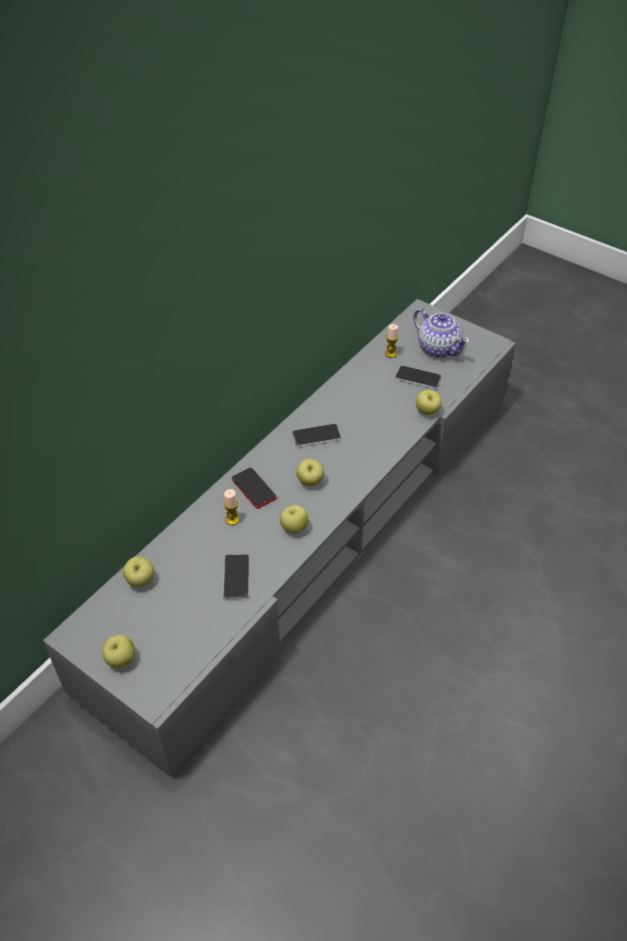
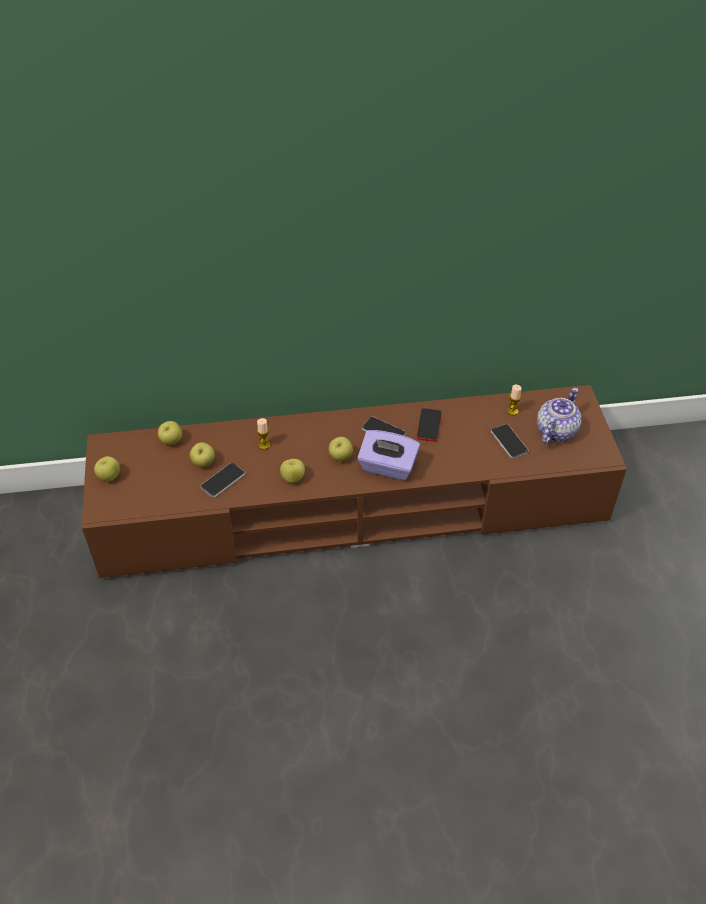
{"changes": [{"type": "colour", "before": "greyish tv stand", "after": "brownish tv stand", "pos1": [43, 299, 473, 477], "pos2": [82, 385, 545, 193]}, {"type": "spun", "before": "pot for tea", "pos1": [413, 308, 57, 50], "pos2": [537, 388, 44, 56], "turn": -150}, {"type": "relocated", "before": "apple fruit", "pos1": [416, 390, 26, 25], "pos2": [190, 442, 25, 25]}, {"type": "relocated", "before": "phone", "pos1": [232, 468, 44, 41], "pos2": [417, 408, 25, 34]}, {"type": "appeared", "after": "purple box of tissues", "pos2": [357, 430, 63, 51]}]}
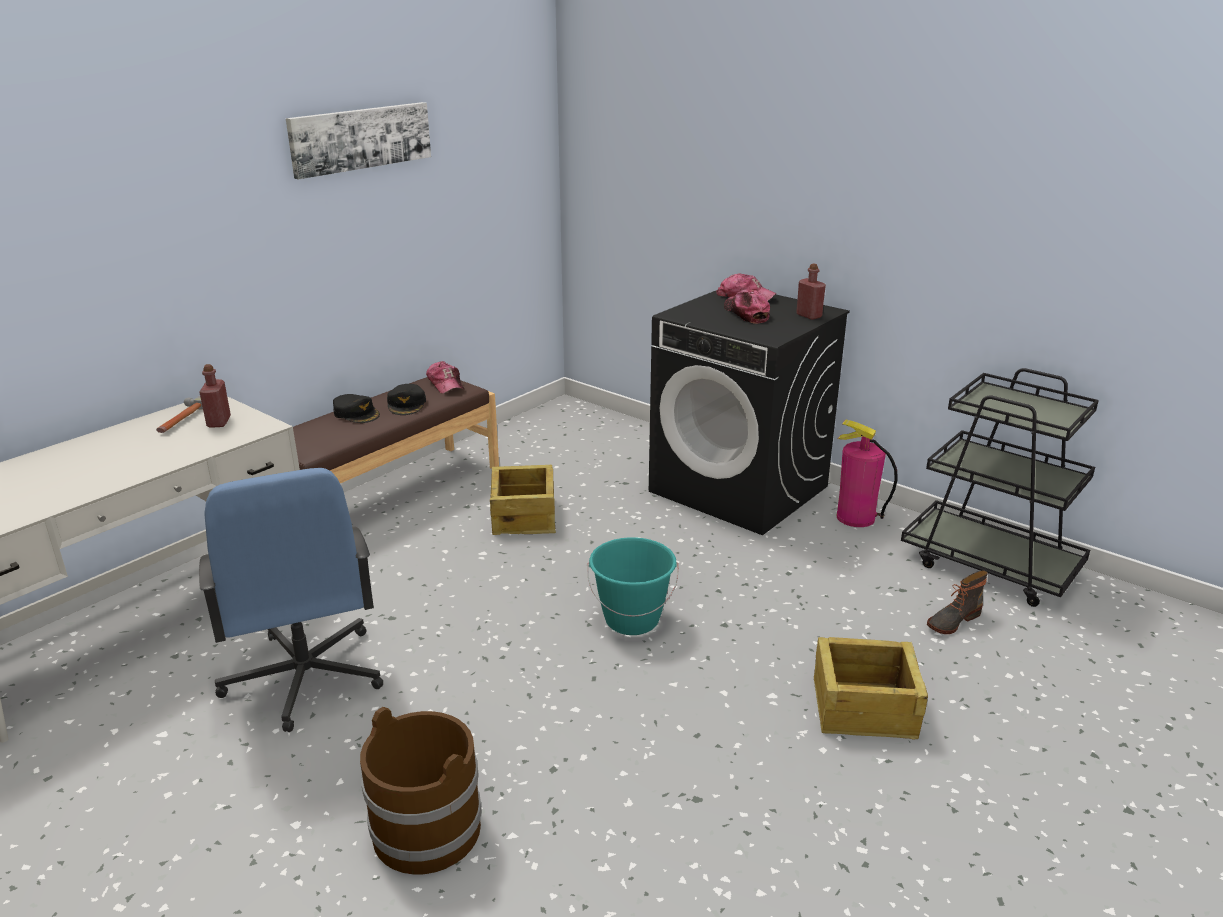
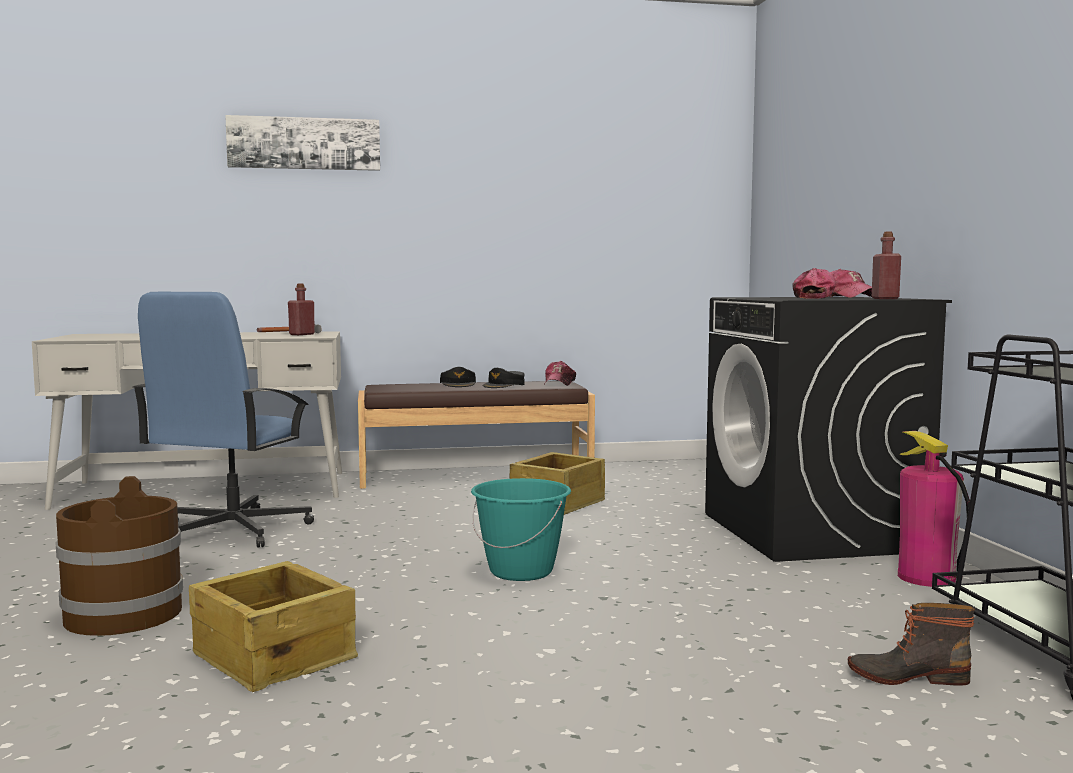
{"changes": [{"type": "relocated", "before": "picture", "pos1": [286, 102, 145, 78], "pos2": [225, 115, 155, 56]}, {"type": "relocated", "before": "packing crate", "pos1": [814, 637, 114, 102], "pos2": [189, 561, 169, 131]}]}
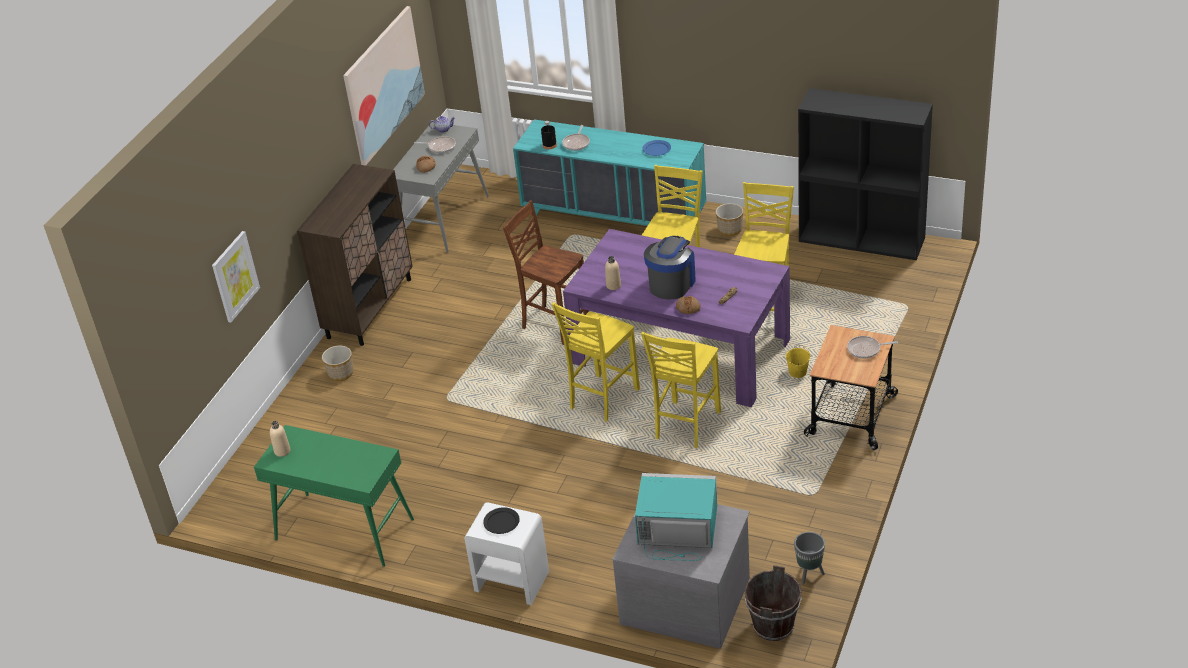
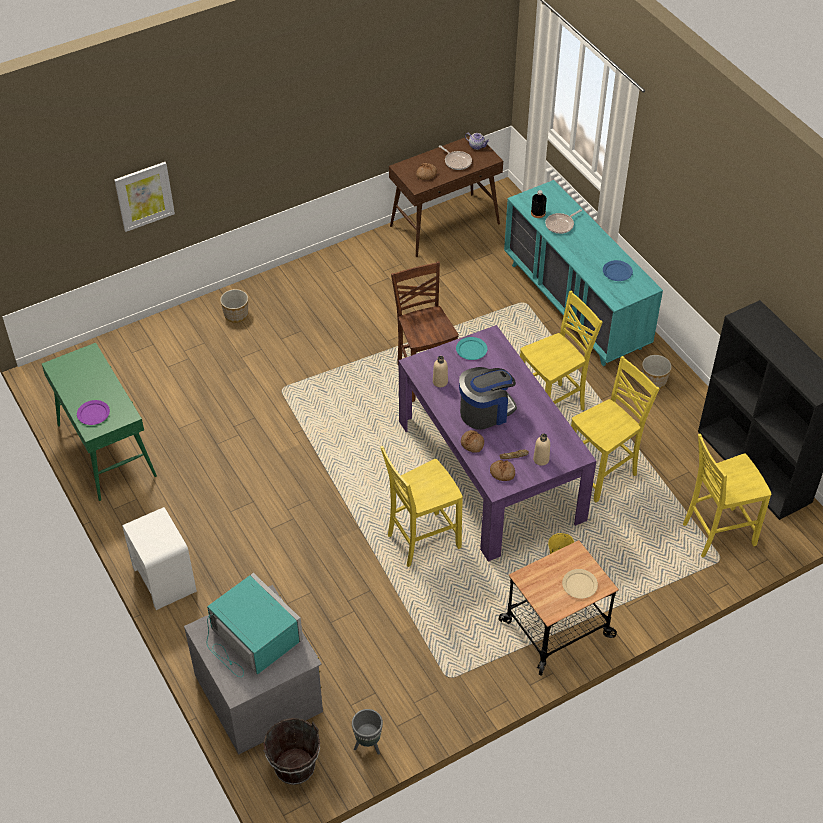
{"changes": [{"type": "missing", "before": "picture", "pos1": [343, 6, 82, 160]}, {"type": "colour", "before": "greyish narrow table", "after": "brownish narrow table", "pos1": [393, 122, 96, 131], "pos2": [389, 136, 114, 121]}, {"type": "missing", "before": "brownish cupboard", "pos1": [297, 164, 116, 182]}, {"type": "relocated", "before": "yellowish upright chair", "pos1": [552, 302, 88, 120], "pos2": [683, 434, 88, 124]}, {"type": "exchanged", "before": "frying pan", "after": "sand-coloured dinner plate", "pos1": [847, 336, 51, 23], "pos2": [562, 569, 36, 30]}, {"type": "relocated", "before": "sand-coloured drink bottle", "pos1": [270, 421, 20, 36], "pos2": [533, 434, 17, 32]}, {"type": "missing", "before": "blackish dinner plate", "pos1": [483, 507, 37, 27]}, {"type": "appeared", "after": "turquoise-coloured dinner plate", "pos2": [456, 337, 31, 23]}, {"type": "appeared", "after": "purple dinner plate", "pos2": [77, 400, 33, 25]}, {"type": "appeared", "after": "baked bread", "pos2": [490, 460, 26, 21]}]}
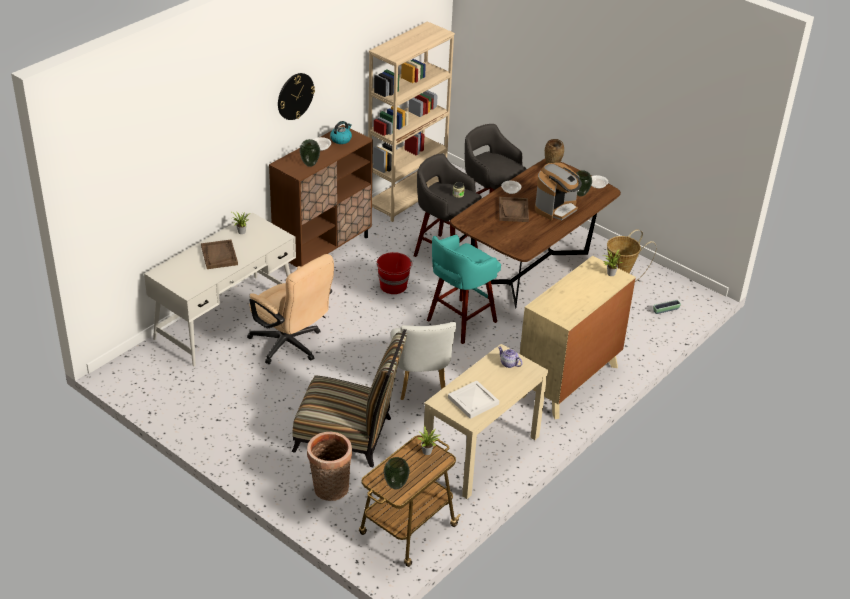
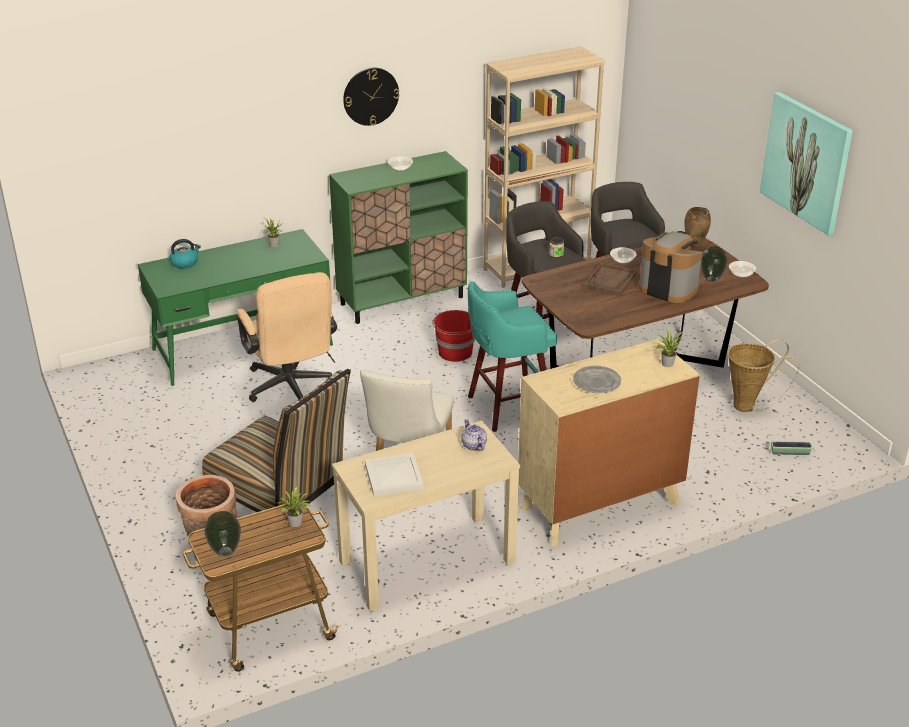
{"changes": [{"type": "relocated", "before": "water kettle", "pos1": [330, 121, 22, 23], "pos2": [169, 239, 32, 30]}, {"type": "colour", "before": "brownish cupboard", "after": "green cupboard", "pos1": [269, 125, 104, 142], "pos2": [329, 151, 139, 173]}, {"type": "missing", "before": "decorative vase", "pos1": [299, 139, 21, 28]}, {"type": "spun", "before": "coffee maker", "pos1": [535, 163, 47, 57], "pos2": [639, 231, 64, 72], "turn": -120}, {"type": "colour", "before": "white desk", "after": "green desk", "pos1": [144, 213, 152, 154], "pos2": [138, 229, 195, 157]}, {"type": "missing", "before": "brownish carrying tray", "pos1": [201, 239, 37, 30]}, {"type": "appeared", "after": "picture", "pos2": [760, 92, 93, 144]}, {"type": "appeared", "after": "greyish dinner plate", "pos2": [573, 366, 48, 27]}]}
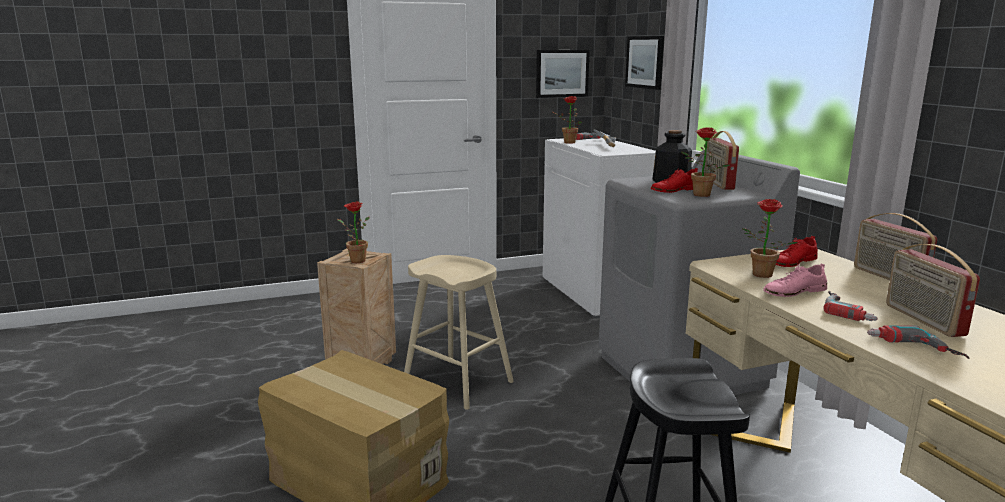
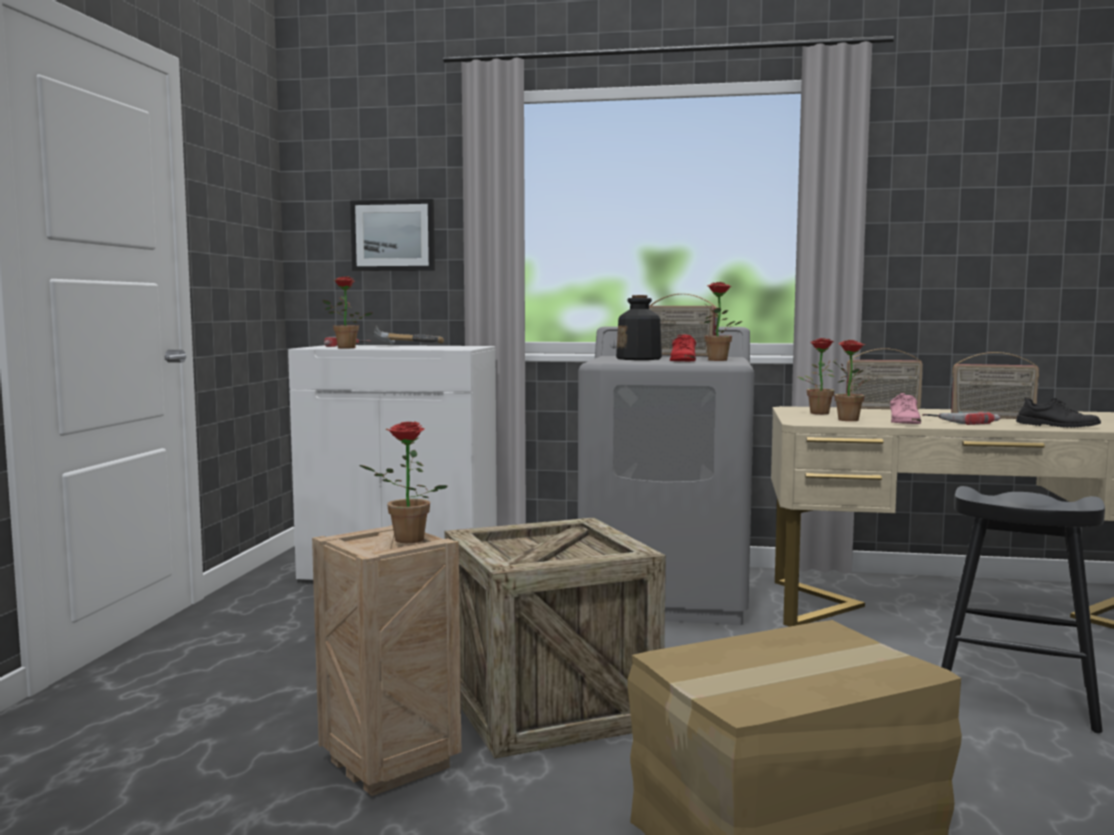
{"changes": [{"type": "missing", "before": "picture", "pos1": [536, 50, 54, 48]}, {"type": "exchanged", "before": "red-coloured low shoe", "after": "potted plant", "pos1": [776, 236, 42, 31], "pos2": [798, 338, 39, 76]}, {"type": "exchanged", "before": "sand-coloured sitting stool", "after": "packing crate", "pos1": [404, 255, 110, 155], "pos2": [444, 518, 222, 241]}, {"type": "exchanged", "before": "drill", "after": "blackish low shoe", "pos1": [867, 325, 102, 34], "pos2": [1016, 397, 85, 31]}]}
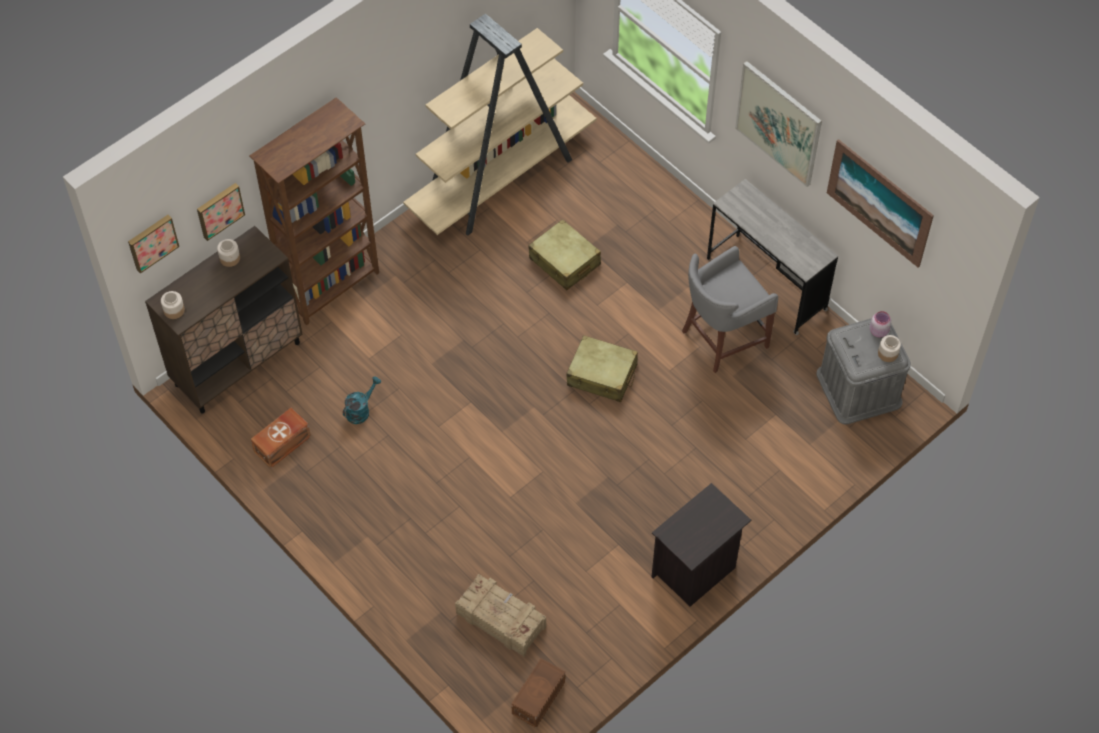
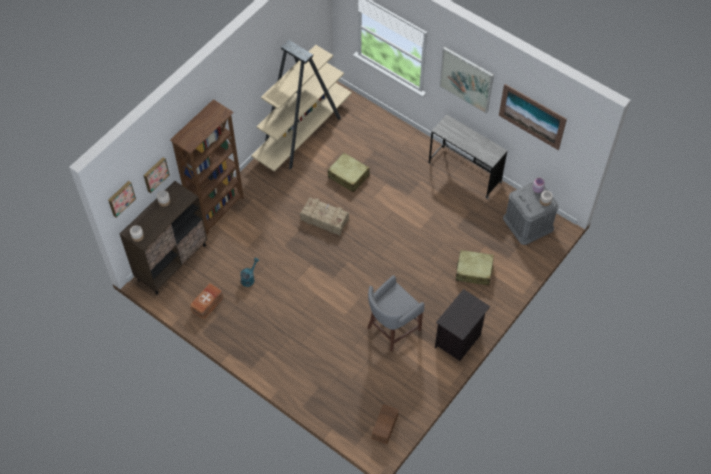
{"changes": [{"type": "relocated", "before": "greyish sitting stool", "pos1": [682, 246, 96, 127], "pos2": [367, 275, 58, 77]}, {"type": "relocated", "before": "sand-coloured suitcase", "pos1": [566, 335, 72, 67], "pos2": [456, 250, 38, 36]}, {"type": "relocated", "before": "packing crate", "pos1": [455, 574, 91, 83], "pos2": [300, 198, 49, 37]}]}
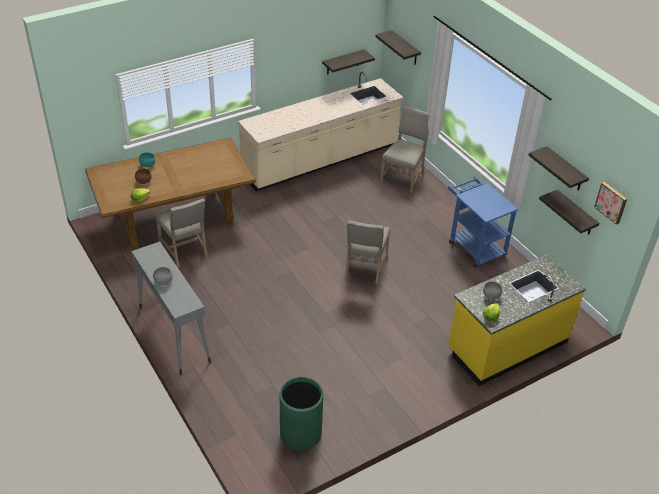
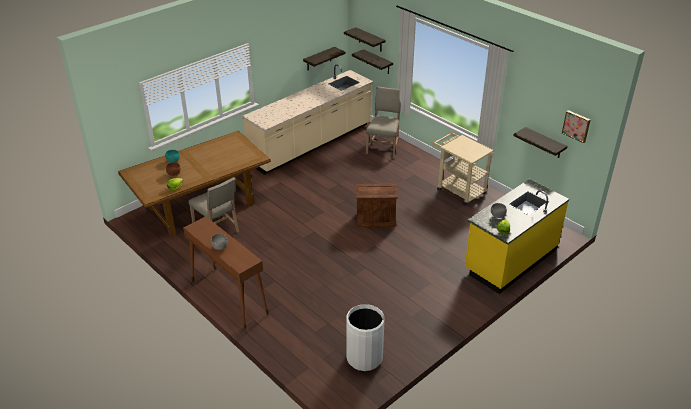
{"changes": [{"type": "relocated", "before": "bracket shelf", "pos1": [528, 146, 61, 45], "pos2": [352, 49, 41, 25]}, {"type": "colour", "before": "blue trolley", "after": "sand-coloured trolley", "pos1": [448, 177, 71, 91], "pos2": [432, 132, 62, 74]}, {"type": "exchanged", "before": "sand-coloured upright chair", "after": "packing crate", "pos1": [345, 220, 46, 64], "pos2": [356, 184, 42, 43]}, {"type": "colour", "before": "greyish narrow table", "after": "brownish narrow table", "pos1": [132, 242, 79, 133], "pos2": [183, 216, 85, 113]}, {"type": "colour", "before": "green trash can", "after": "white trash can", "pos1": [280, 377, 43, 74], "pos2": [346, 304, 39, 67]}]}
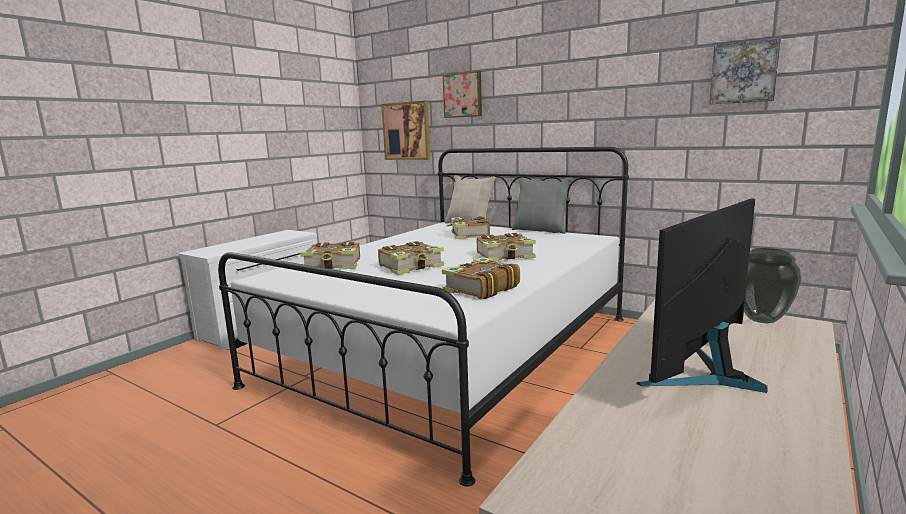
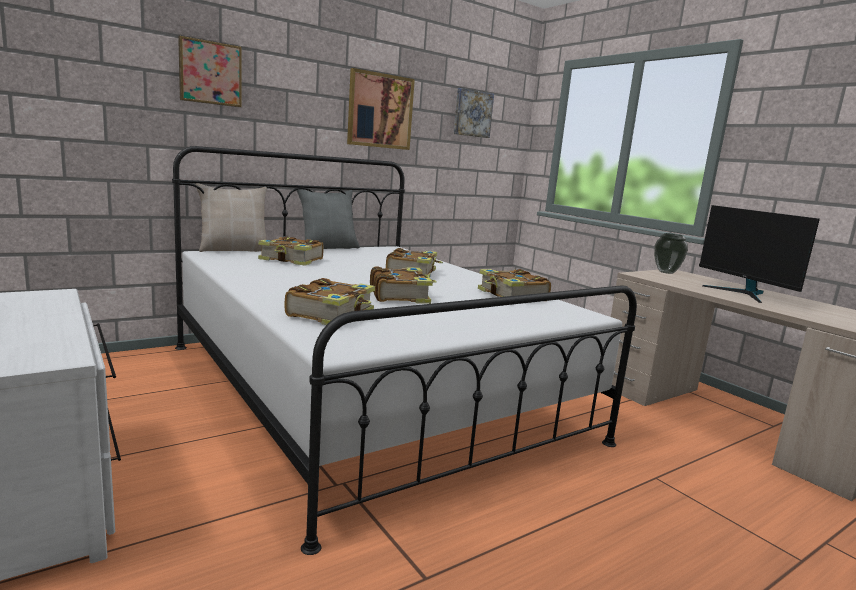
{"changes": [{"type": "relocated", "before": "picture", "pos1": [381, 101, 49, 59], "pos2": [347, 68, 68, 82]}]}
